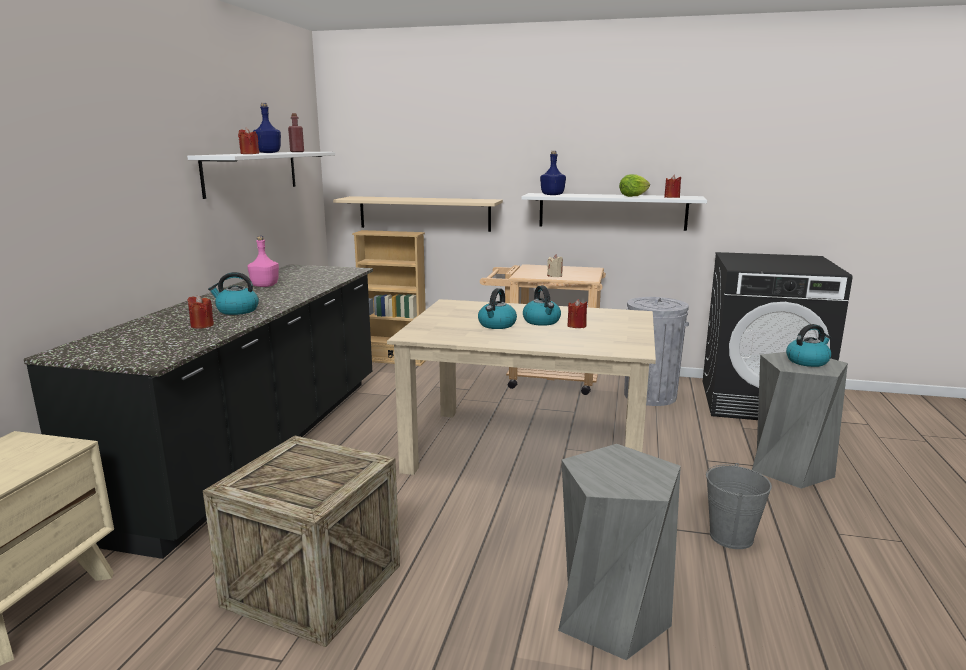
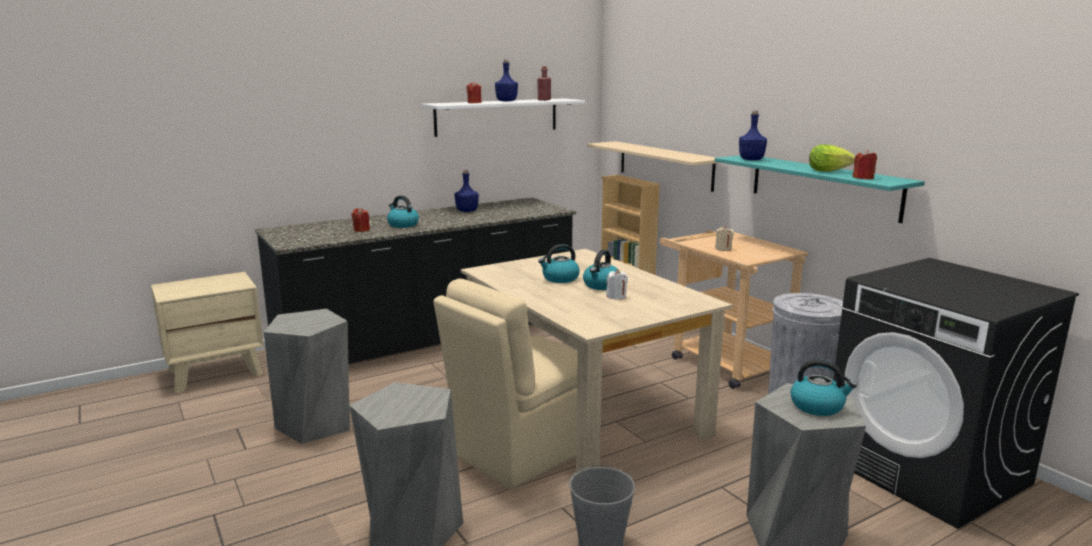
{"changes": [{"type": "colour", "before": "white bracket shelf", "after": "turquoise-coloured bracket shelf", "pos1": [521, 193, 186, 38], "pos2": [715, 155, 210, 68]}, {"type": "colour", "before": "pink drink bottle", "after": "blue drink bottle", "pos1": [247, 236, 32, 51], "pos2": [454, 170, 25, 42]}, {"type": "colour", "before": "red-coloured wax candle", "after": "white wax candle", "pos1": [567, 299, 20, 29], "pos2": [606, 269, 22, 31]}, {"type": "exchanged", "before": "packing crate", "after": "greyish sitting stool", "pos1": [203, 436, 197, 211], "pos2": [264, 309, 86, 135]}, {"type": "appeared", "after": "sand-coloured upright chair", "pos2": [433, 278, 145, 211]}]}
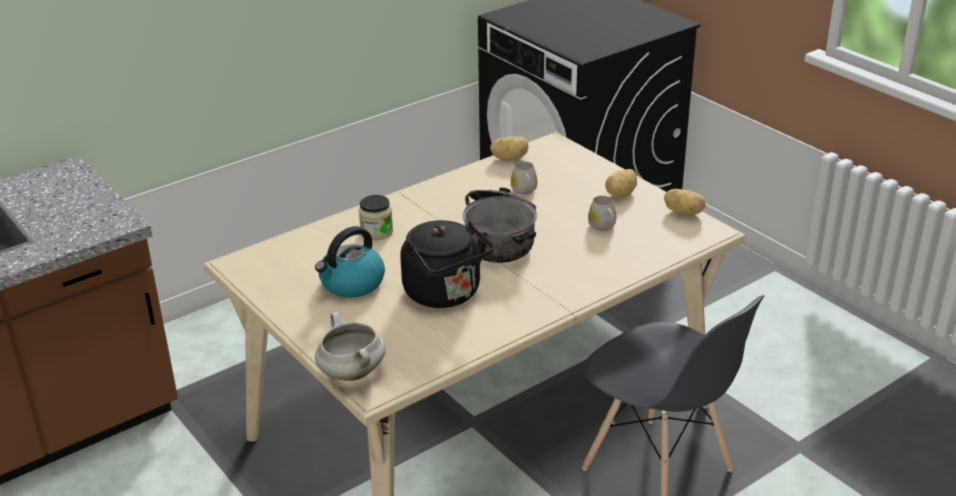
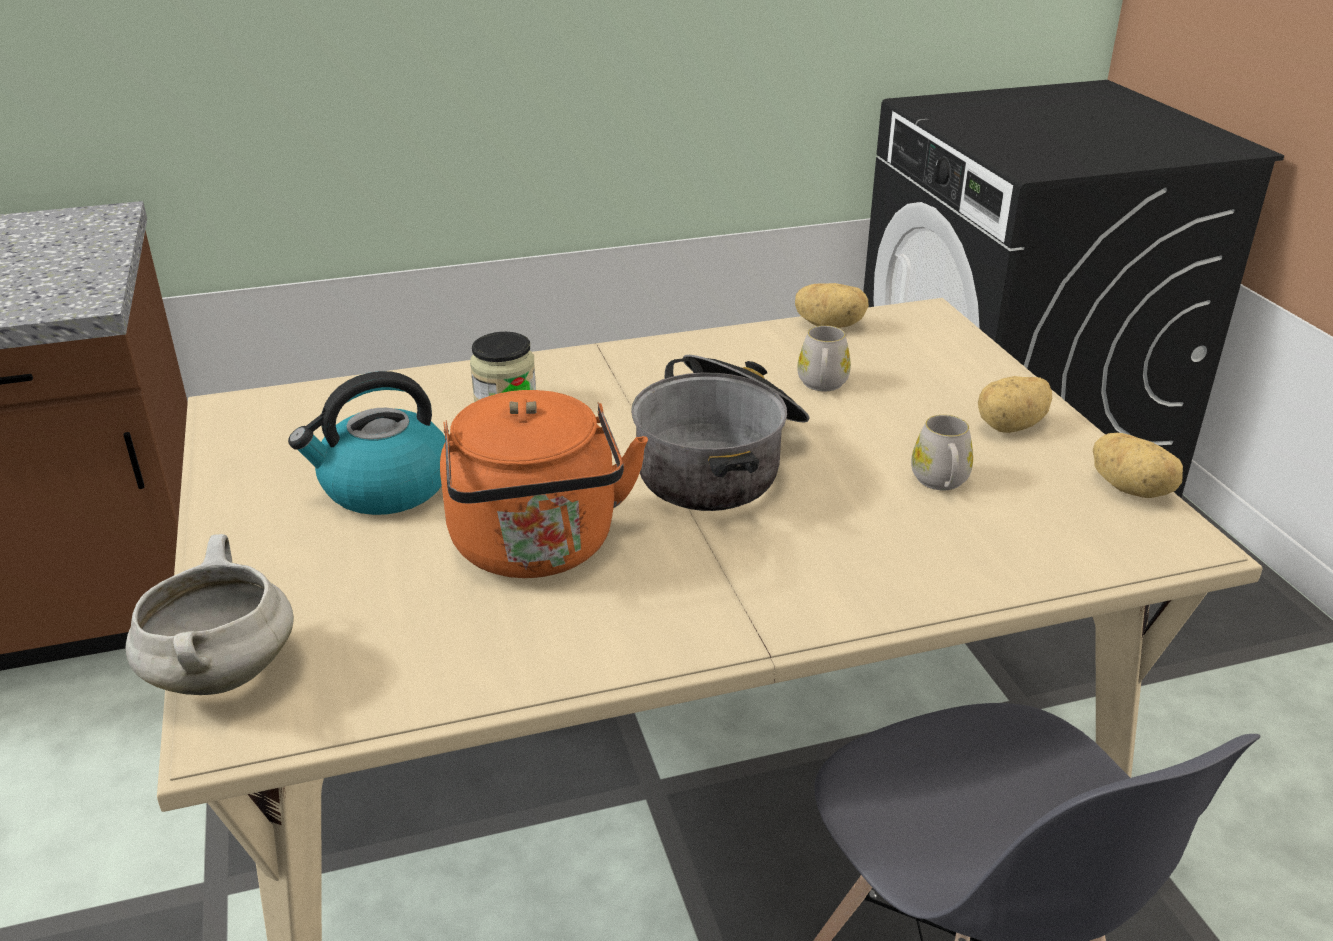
{"changes": [{"type": "colour", "before": "blackish water kettle", "after": "orange-coloured water kettle", "pos1": [400, 220, 94, 88], "pos2": [440, 390, 208, 188]}]}
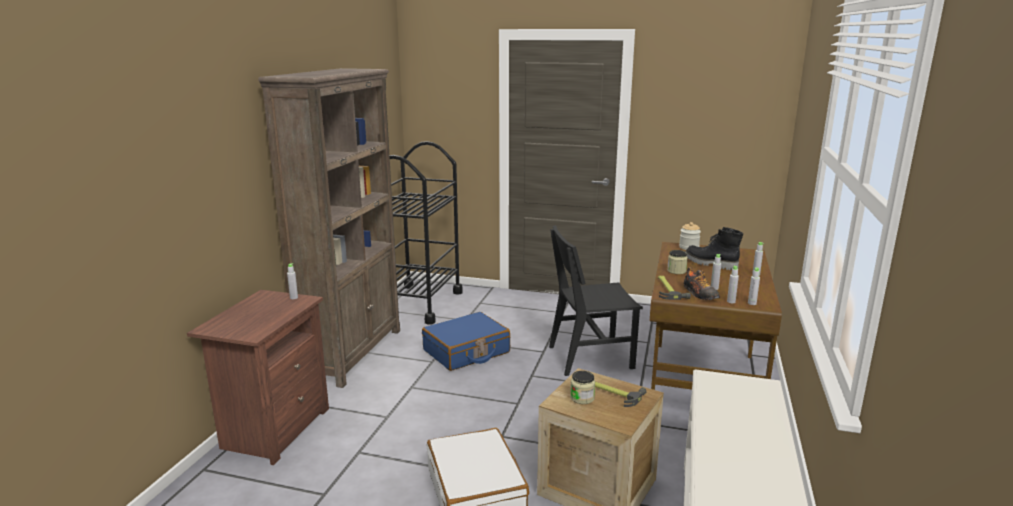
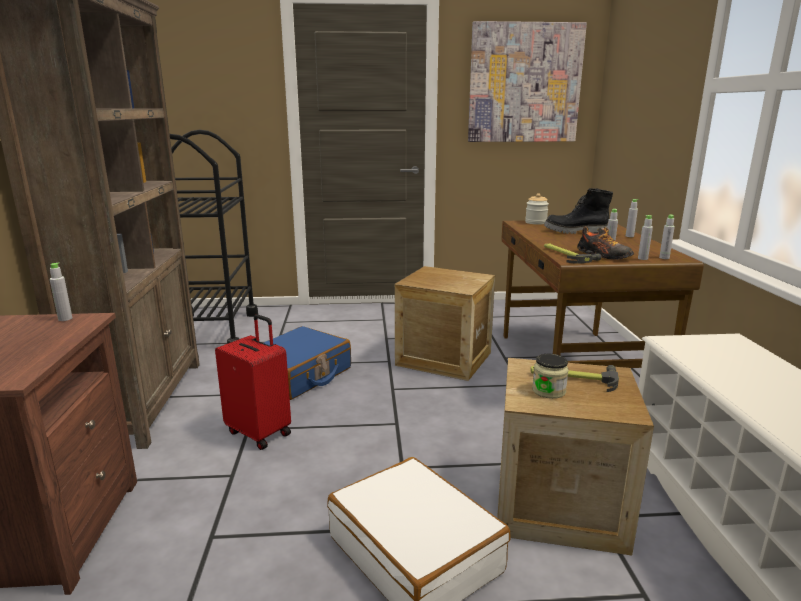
{"changes": [{"type": "exchanged", "before": "blackish upright chair", "after": "packing crate", "pos1": [549, 225, 94, 151], "pos2": [395, 266, 100, 115]}, {"type": "missing", "before": "preserve jar", "pos1": [667, 250, 21, 24]}, {"type": "appeared", "after": "picture", "pos2": [468, 21, 119, 121]}, {"type": "appeared", "after": "red-coloured suitcase", "pos2": [215, 314, 76, 136]}]}
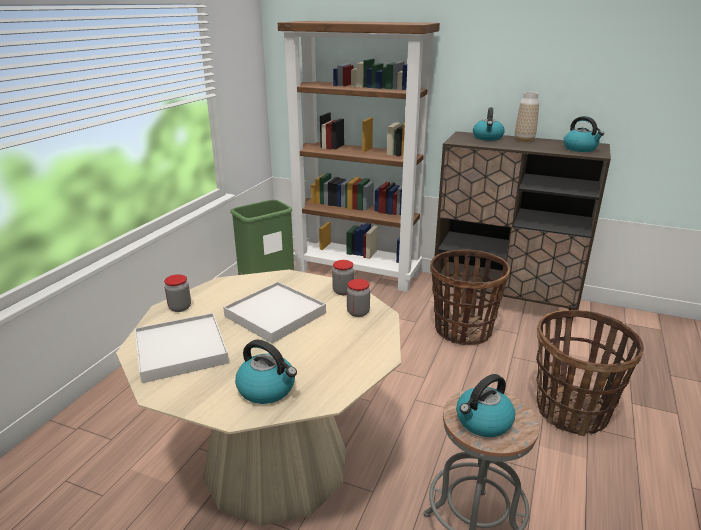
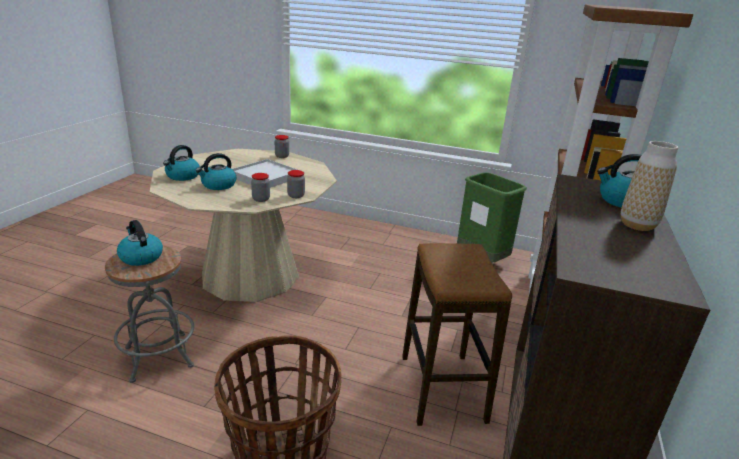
{"changes": [{"type": "relocated", "before": "water kettle", "pos1": [563, 116, 41, 36], "pos2": [196, 153, 40, 37]}, {"type": "exchanged", "before": "basket", "after": "sitting stool", "pos1": [430, 250, 80, 95], "pos2": [402, 243, 110, 183]}, {"type": "missing", "before": "white carrying tray", "pos1": [135, 313, 94, 70]}]}
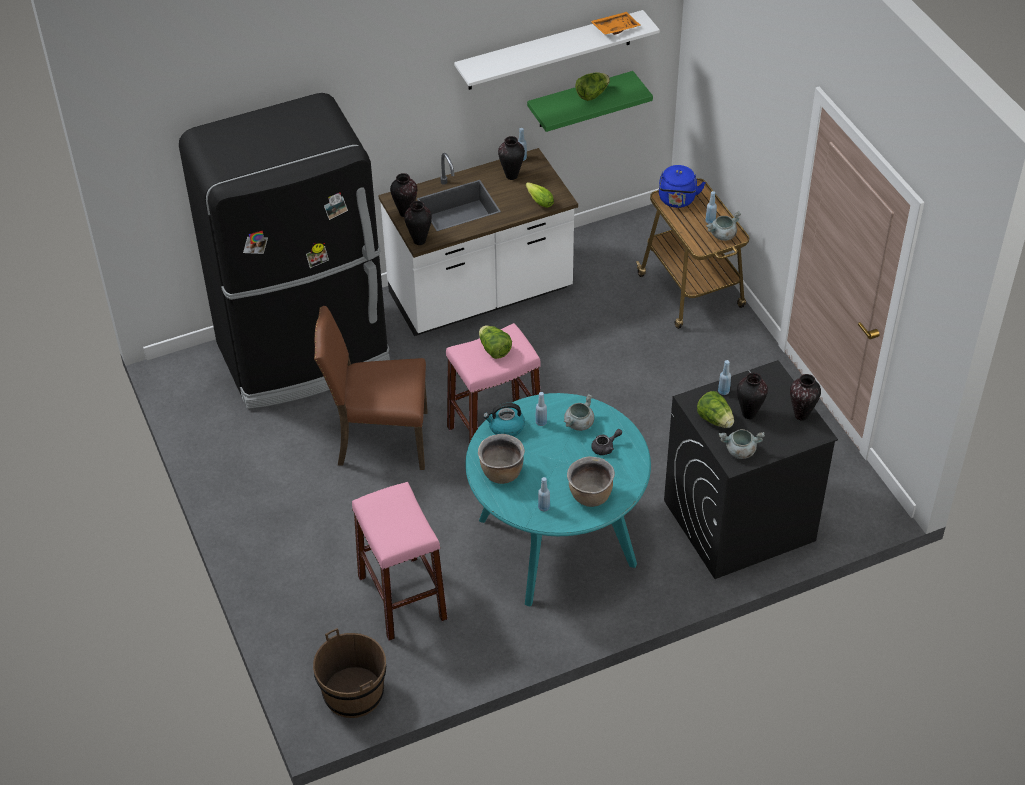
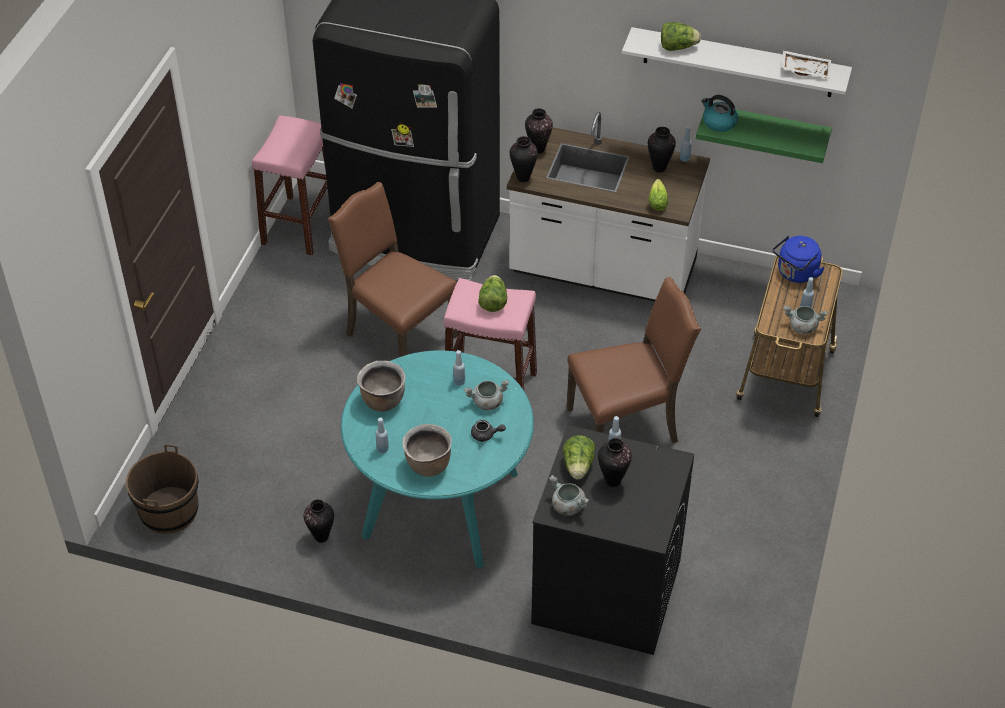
{"changes": [{"type": "colour", "before": "orange-coloured carrying tray", "after": "white carrying tray", "pos1": [591, 12, 50, 23], "pos2": [782, 50, 49, 29]}, {"type": "relocated", "before": "head of lettuce", "pos1": [575, 72, 35, 29], "pos2": [661, 22, 40, 29]}, {"type": "relocated", "before": "decorative vase", "pos1": [790, 374, 31, 47], "pos2": [304, 499, 30, 44]}, {"type": "relocated", "before": "water kettle", "pos1": [483, 403, 42, 34], "pos2": [701, 95, 37, 37]}, {"type": "relocated", "before": "pink sitting stool", "pos1": [352, 482, 95, 159], "pos2": [252, 115, 75, 141]}, {"type": "appeared", "after": "brownish upright chair", "pos2": [567, 277, 134, 166]}]}
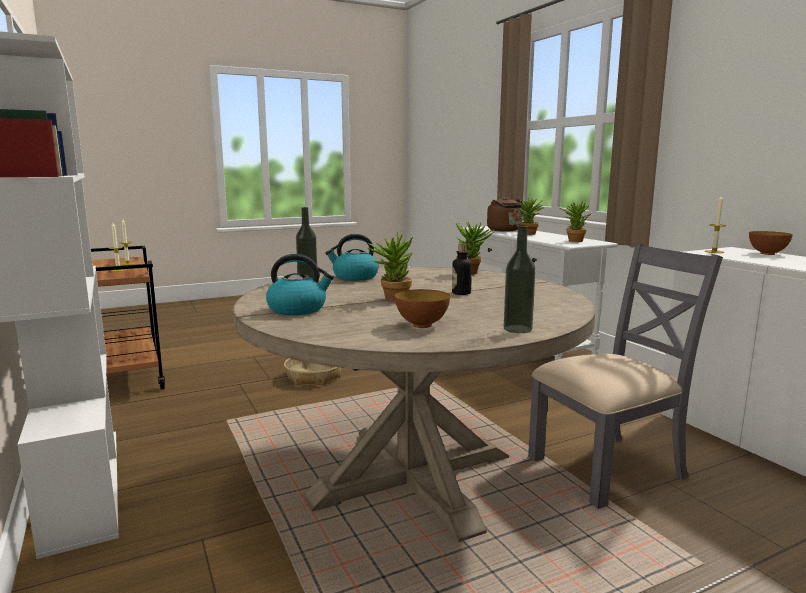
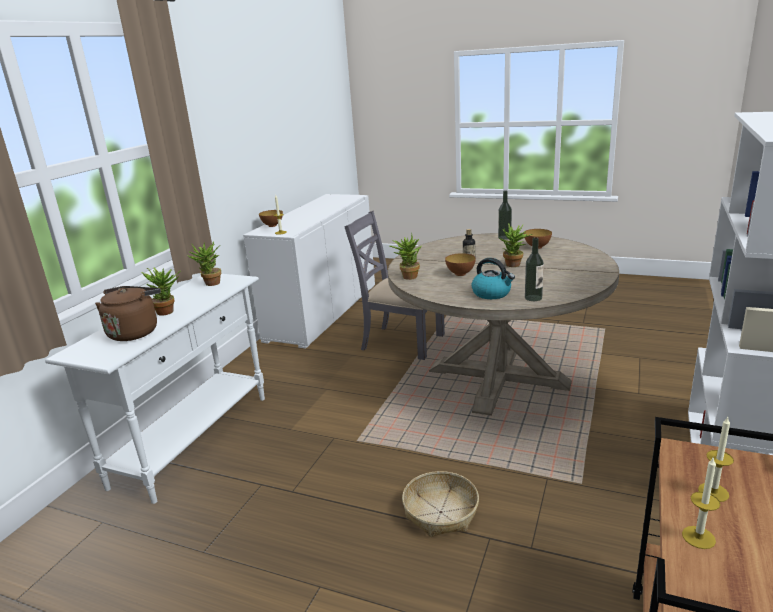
{"changes": [{"type": "missing", "before": "water kettle", "pos1": [266, 254, 68, 61]}, {"type": "appeared", "after": "serving bowl", "pos2": [445, 253, 31, 23]}]}
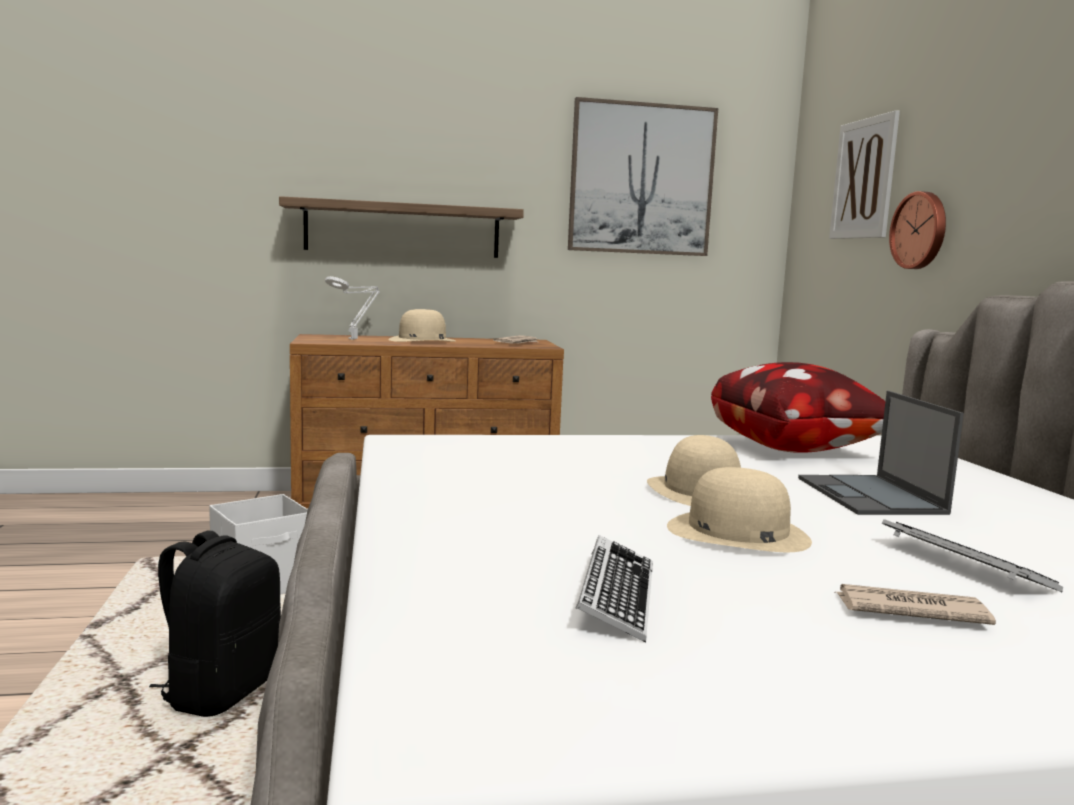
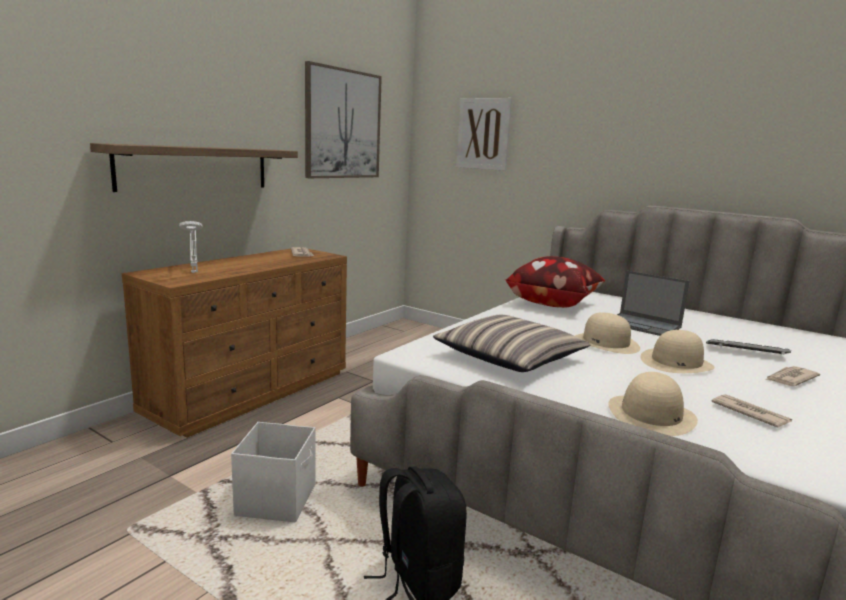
{"changes": [{"type": "missing", "before": "wall clock", "pos1": [889, 191, 57, 78]}, {"type": "relocated", "before": "sand-coloured clothing hat", "pos1": [388, 309, 68, 33], "pos2": [608, 372, 90, 64]}, {"type": "exchanged", "before": "keyboard", "after": "printed paper", "pos1": [575, 535, 78, 107], "pos2": [712, 394, 80, 34]}, {"type": "appeared", "after": "cushion", "pos2": [433, 315, 157, 57]}]}
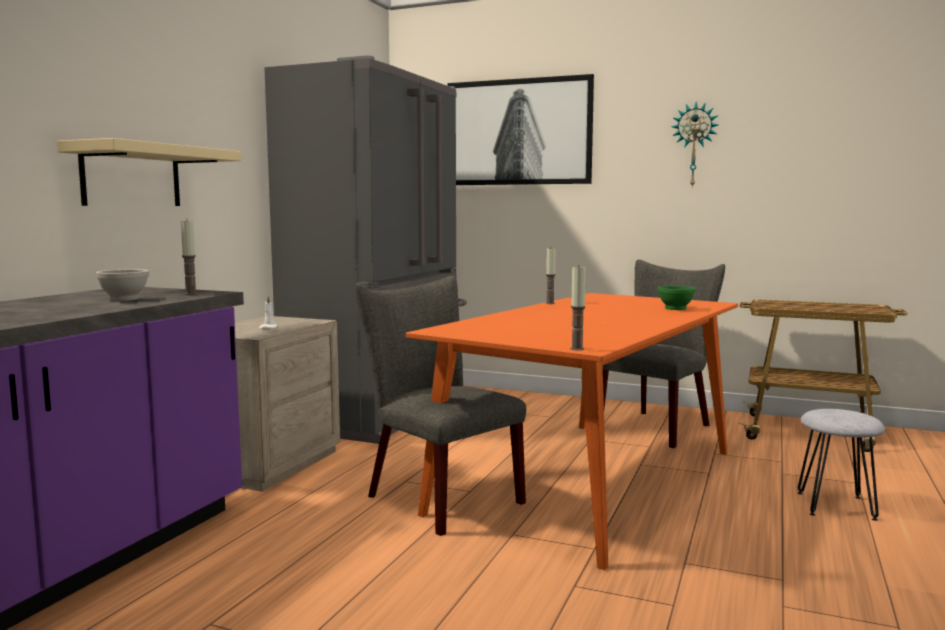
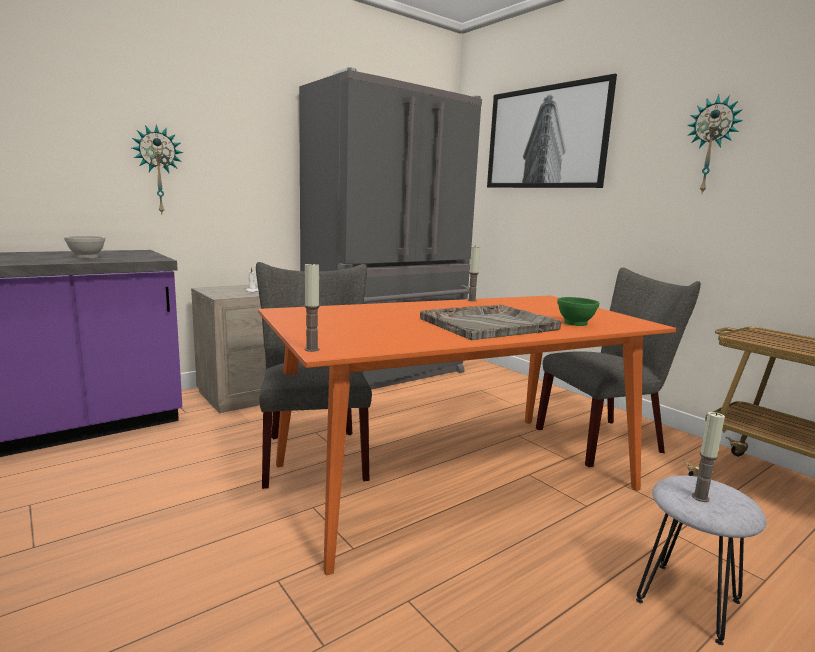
{"changes": [{"type": "exchanged", "before": "sand-coloured bracket shelf", "after": "wall clock", "pos1": [57, 138, 184, 68], "pos2": [132, 124, 51, 90]}, {"type": "relocated", "before": "wax candle", "pos1": [181, 221, 17, 74], "pos2": [692, 412, 33, 90]}, {"type": "appeared", "after": "greyish carrying tray", "pos2": [420, 304, 141, 36]}]}
